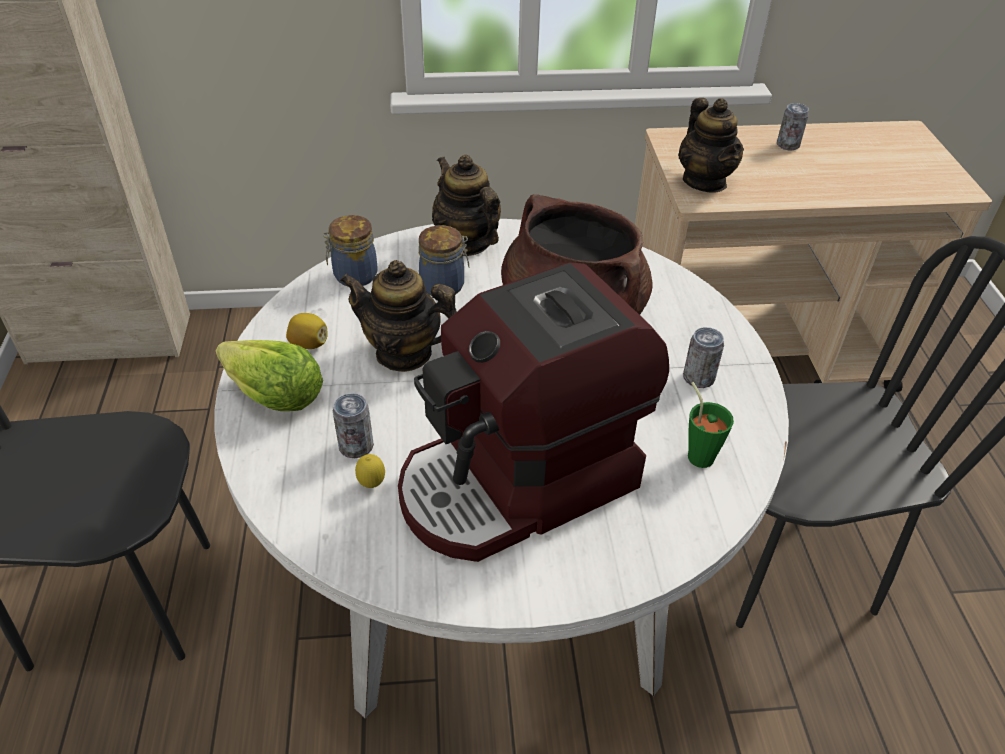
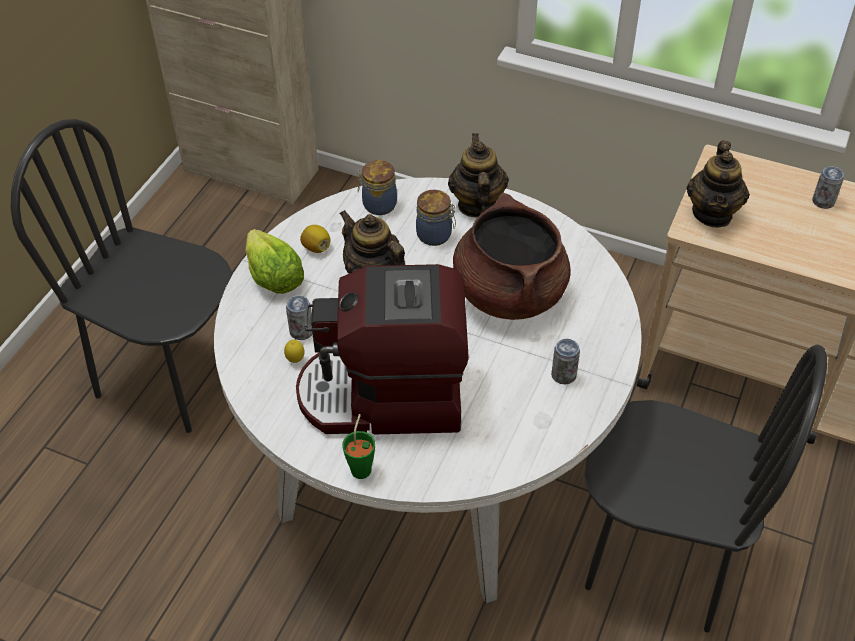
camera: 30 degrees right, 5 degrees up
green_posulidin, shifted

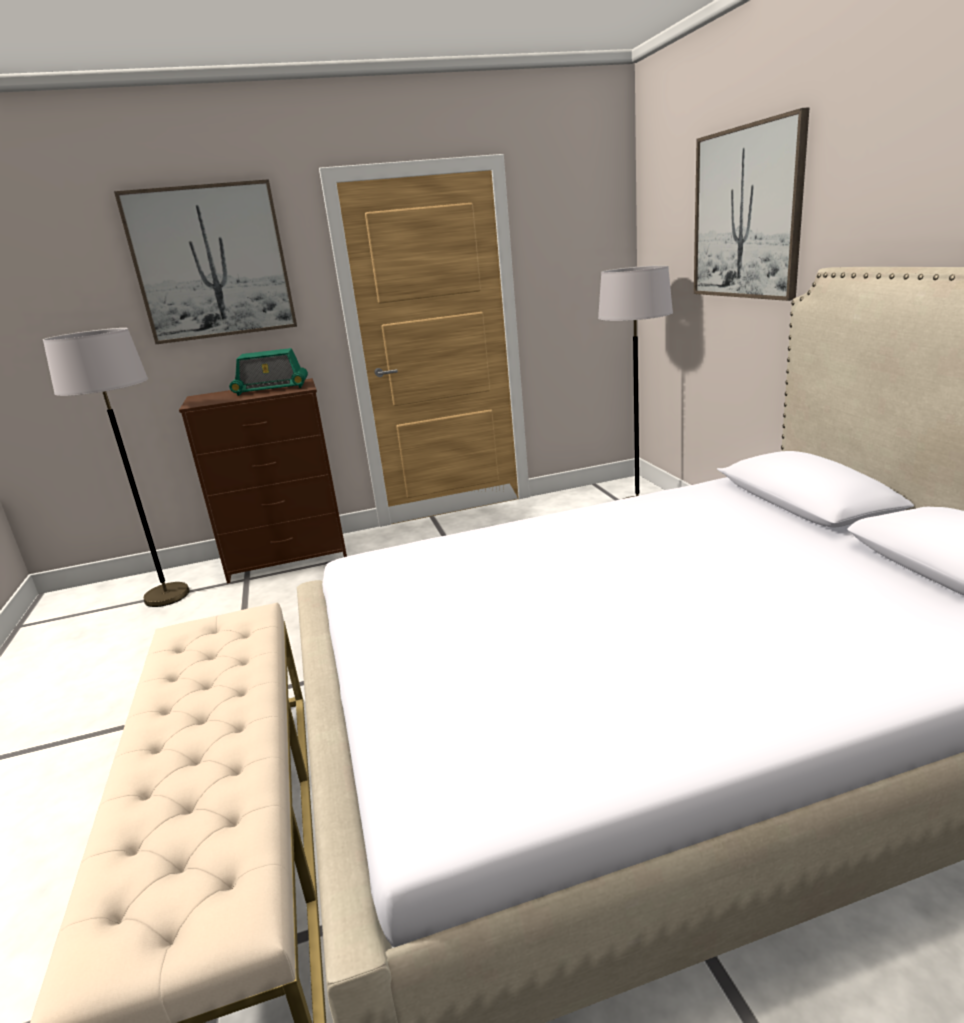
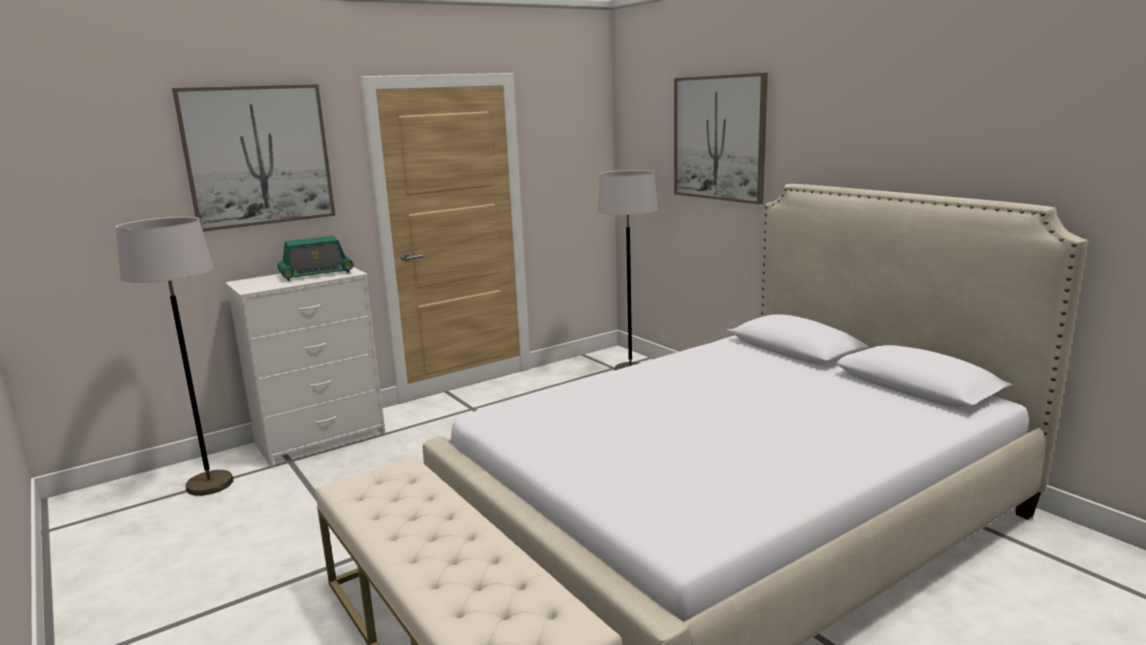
camera: 20 degrees left, 5 degrees down
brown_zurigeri => white_zurigeri

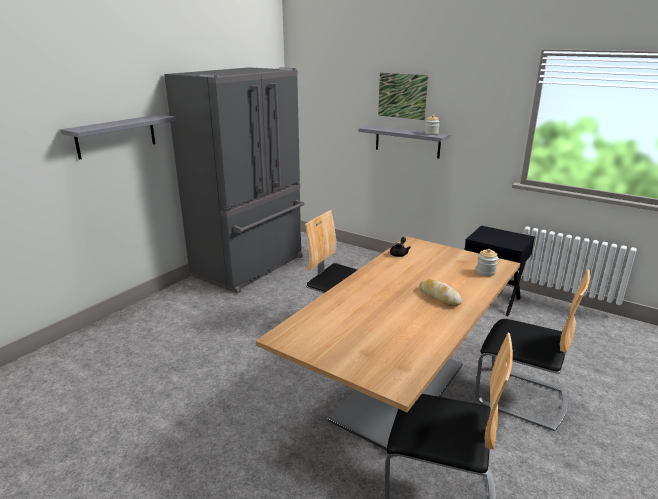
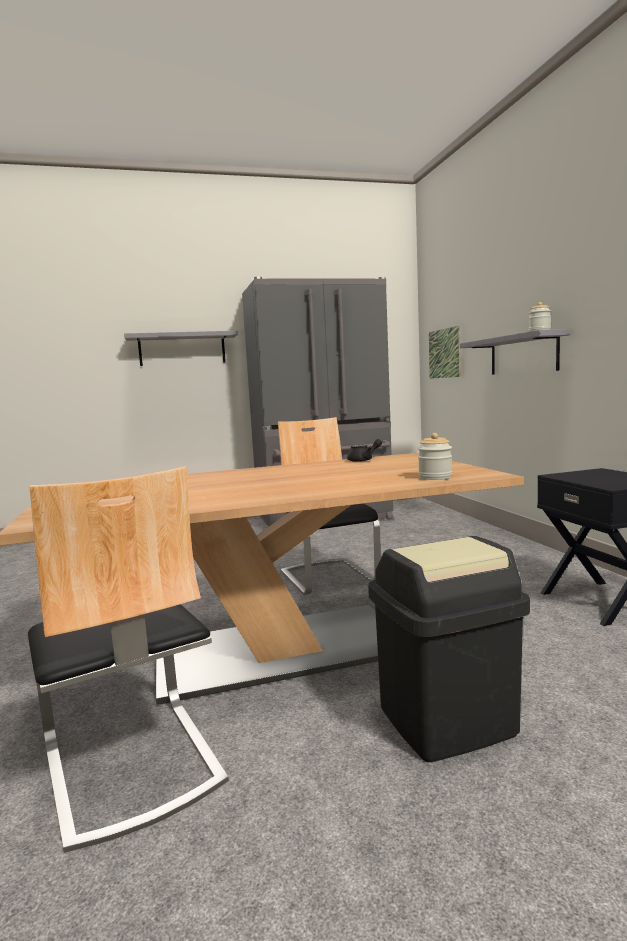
camera: 40 degrees right, 15 degrees down
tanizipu (no. 3 from left) => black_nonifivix
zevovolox, shifted
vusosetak => nothing

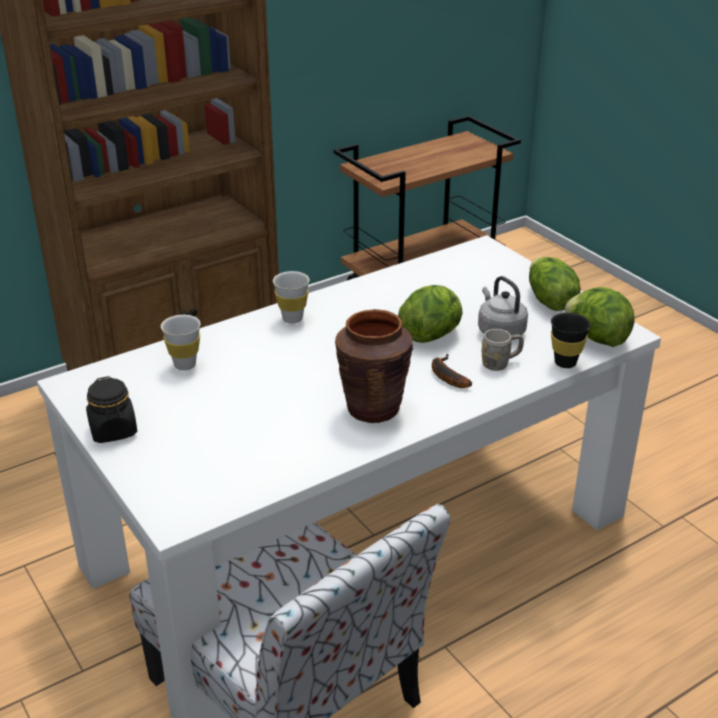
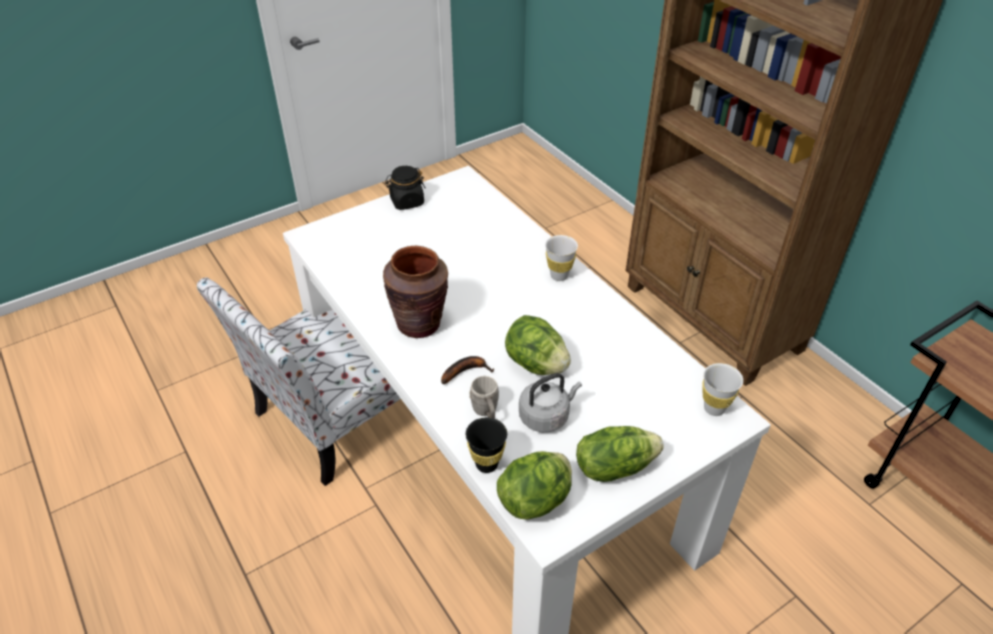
camera: 90 degrees right, 10 degrees up
white_posulidin (no. 1 from left in the first image) => white_posulidin (no. 2 from left), shifted

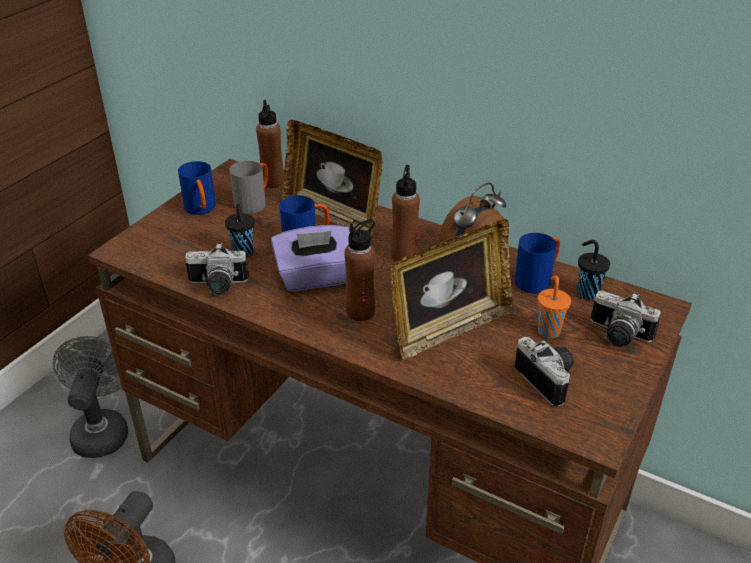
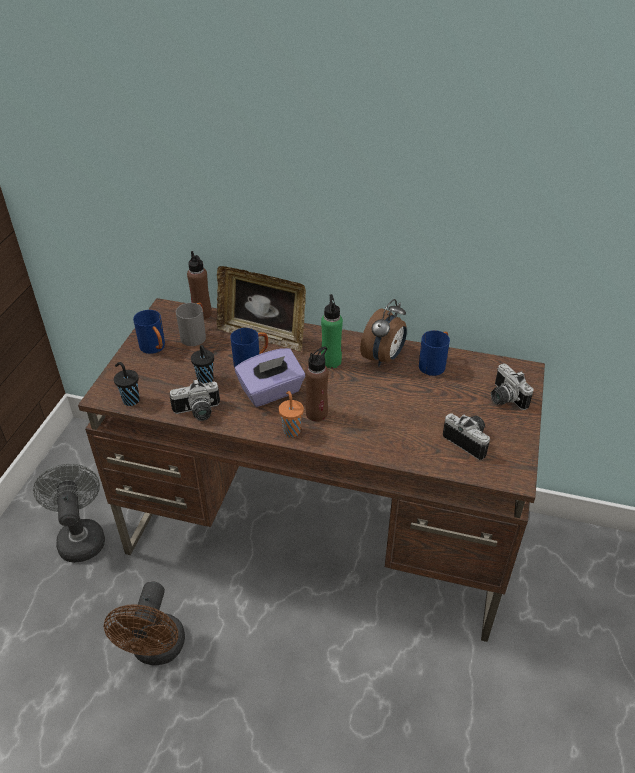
camera: 15 degrees left, 5 degrees up
black_posulidin (no. 2 from left in the first image) => black_posulidin (no. 1 from left), shifted
orange_posulidin, shifted
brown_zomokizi (no. 3 from left) => green_zomokizi
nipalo (no. 3 from left), 45 degrees clockwise
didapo (no. 2 from left) => nothing

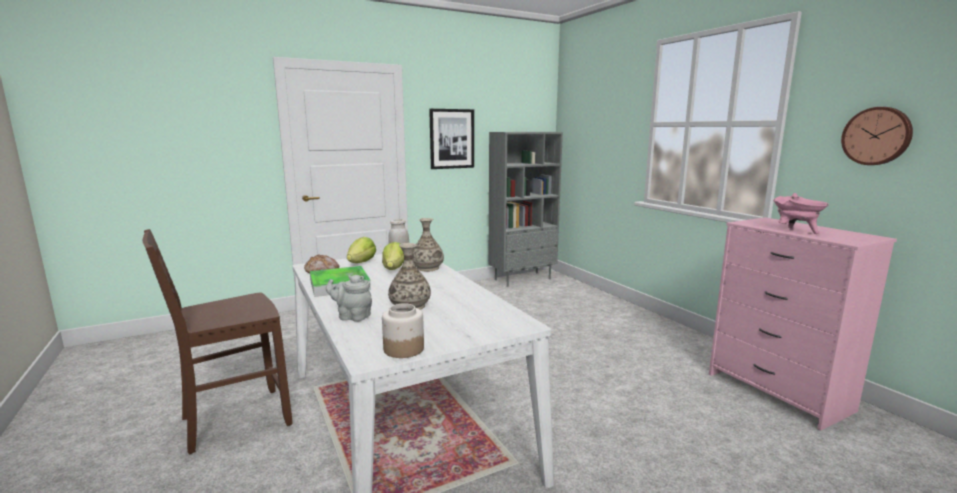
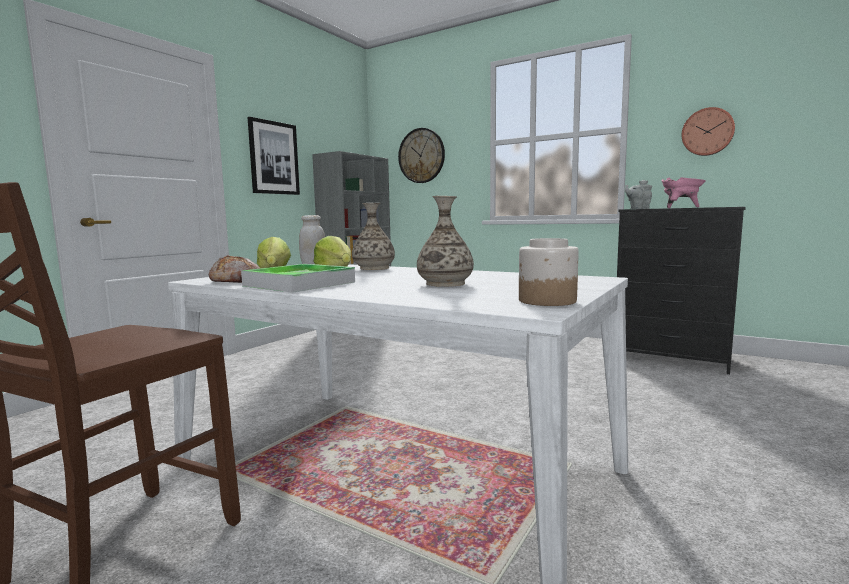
camera: 30 degrees left, 5 degrees down
nothing => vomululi (no. 1 from left)
pink_zurigeri => black_zurigeri
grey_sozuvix, shifted

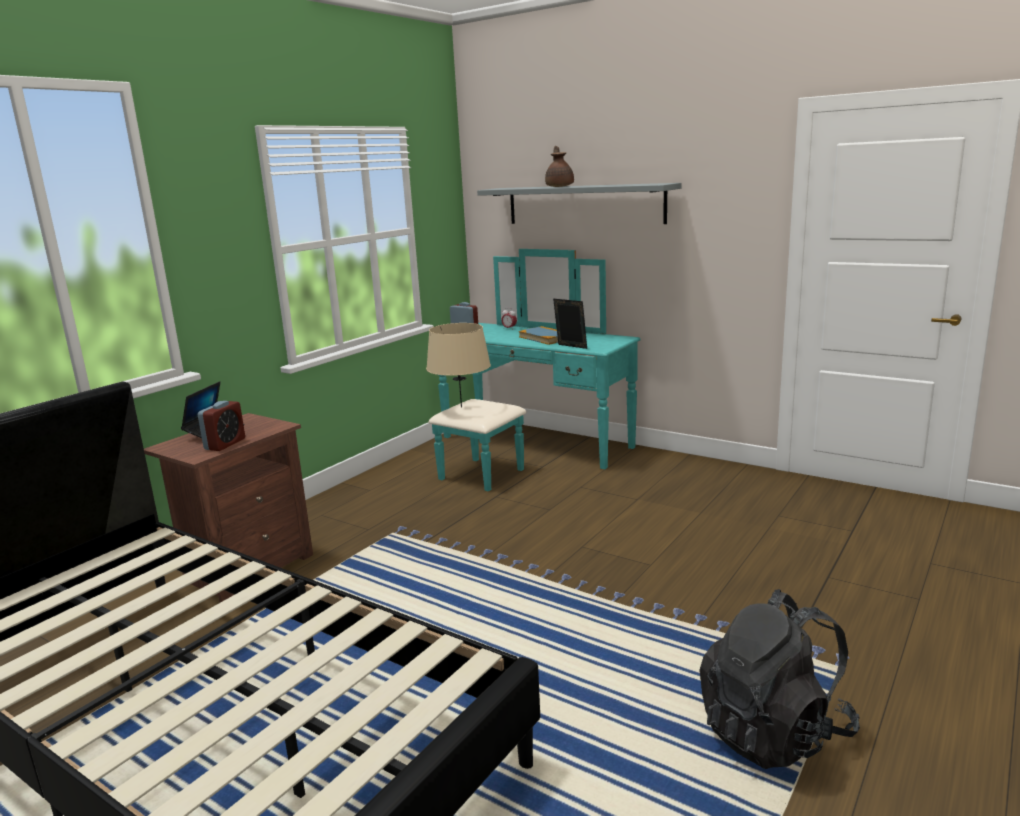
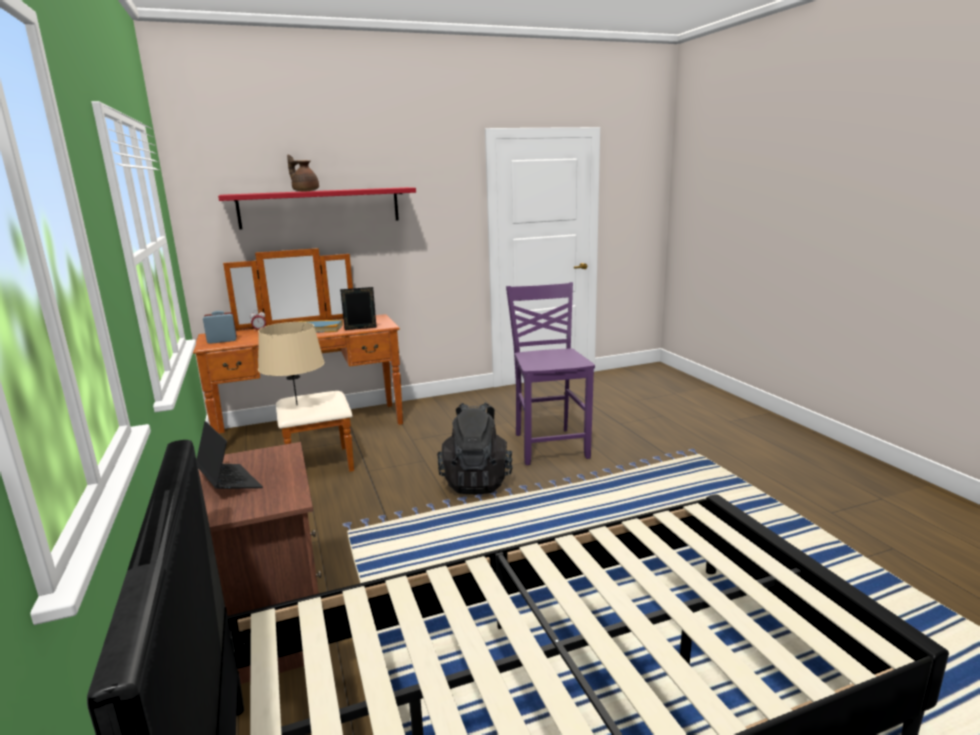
camera: 55 degrees left, 0 degrees up
turquoise_zurigeri => brown_zurigeri
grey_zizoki => red_zizoki
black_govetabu, shifted
nothing => purple_tanizipu
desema (no. 1 from left) => nothing

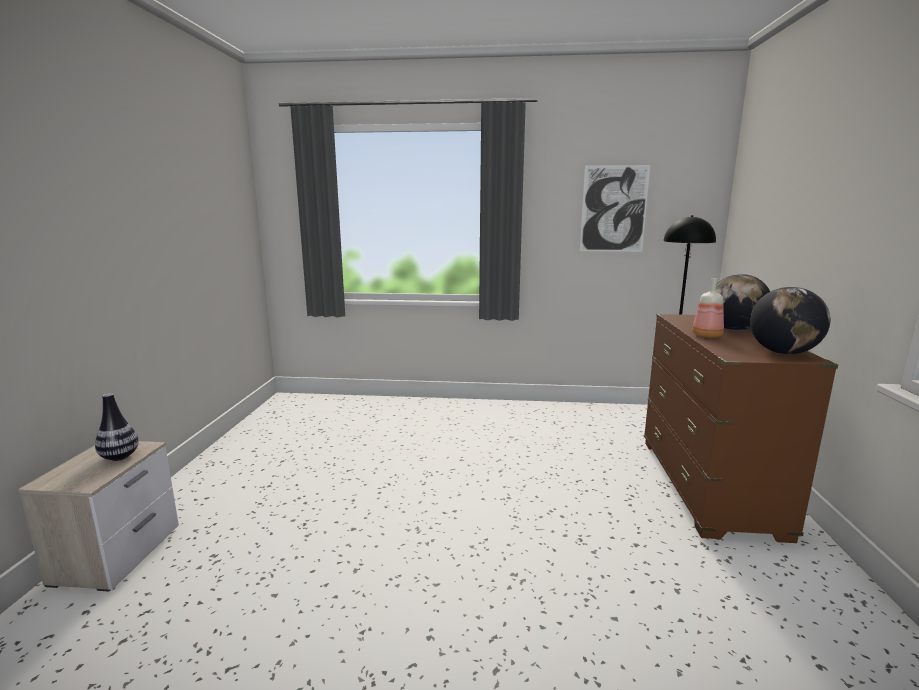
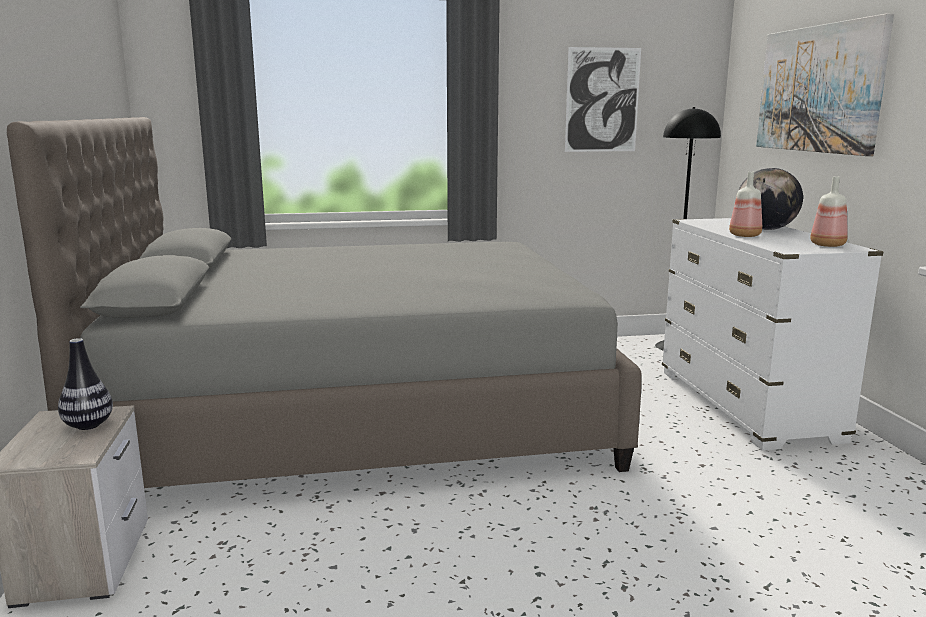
camera: 15 degrees left, 0 degrees up
nothing => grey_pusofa
brown_zurigeri => white_zurigeri
nothing => zevovolox (no. 2 from left)
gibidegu (no. 2 from left) => zomokizi (no. 2 from left)

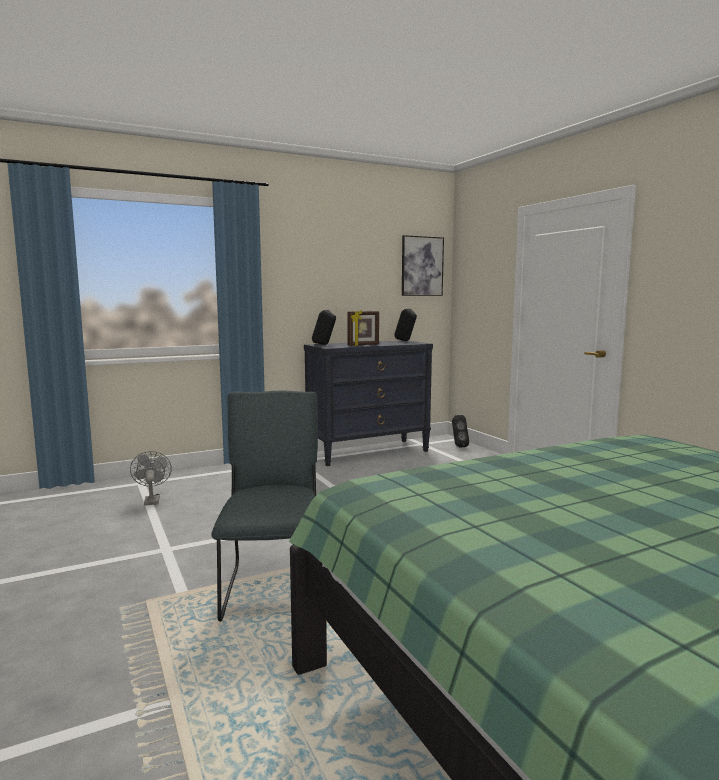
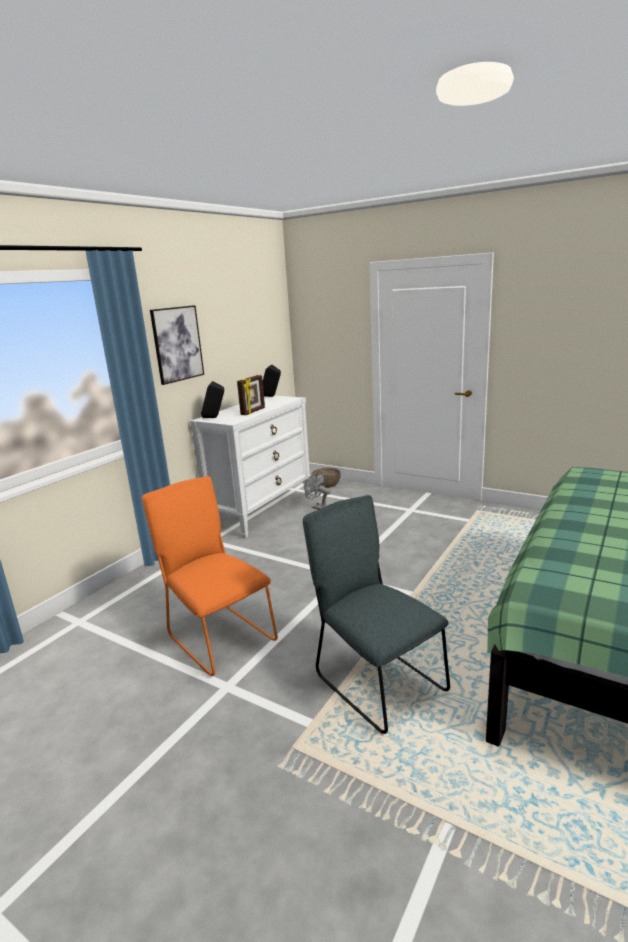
camera: 30 degrees left, 10 degrees up
nothing => orange_tanizipu
zevovolox, shifted
black_zurigeri => white_zurigeri
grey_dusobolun, shifted
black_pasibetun (no. 3 from left) => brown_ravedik

